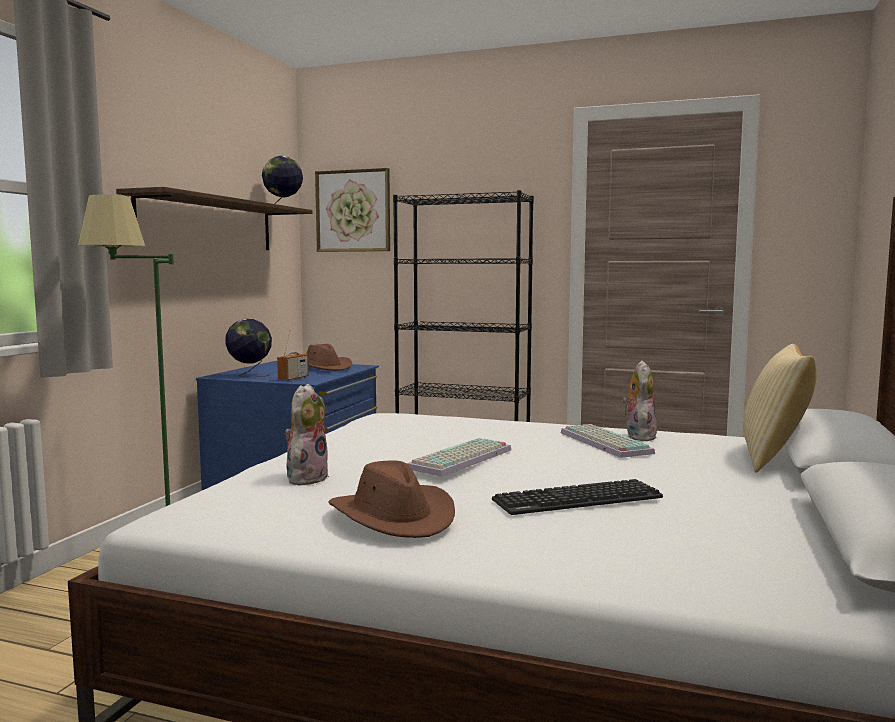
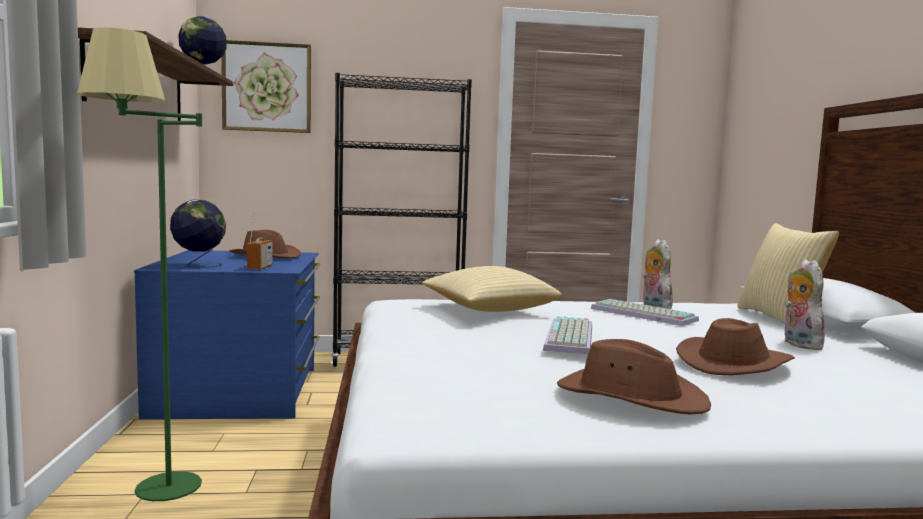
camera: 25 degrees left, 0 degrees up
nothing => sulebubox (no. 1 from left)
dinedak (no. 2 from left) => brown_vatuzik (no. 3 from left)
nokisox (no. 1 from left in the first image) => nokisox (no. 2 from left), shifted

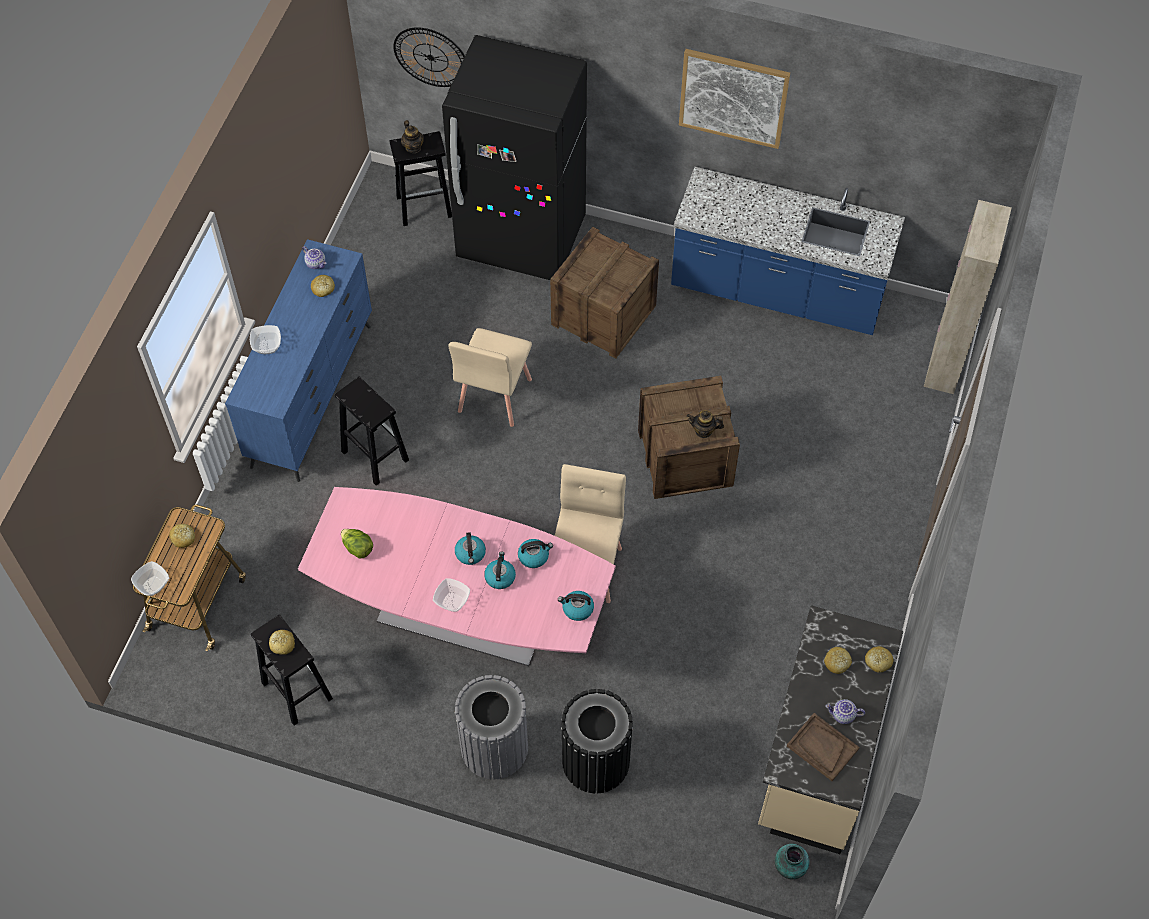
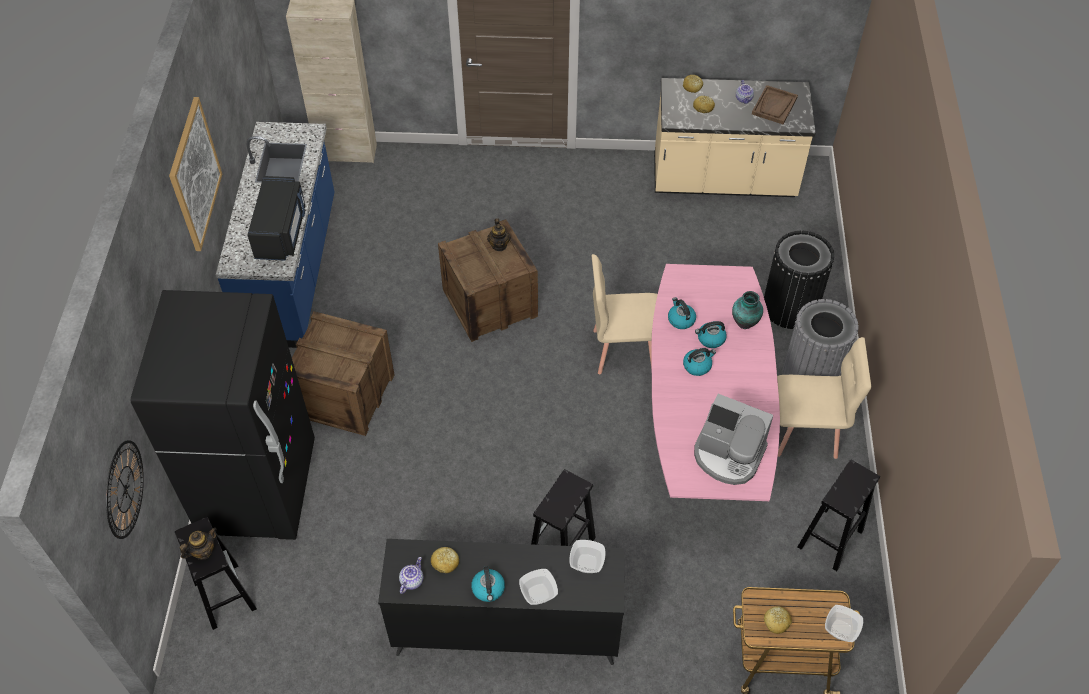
camera: 105 degrees left, 5 degrees down
nothing => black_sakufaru
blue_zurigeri => black_zurigeri
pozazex (no. 4 from left in the first image) => pozazex (no. 1 from left), shifted
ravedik (no. 3 from left in the first image) => ravedik (no. 2 from left), shifted
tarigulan => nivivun
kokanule, shifted
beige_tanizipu (no. 1 from left in the first image) => beige_tanizipu (no. 2 from left), shifted
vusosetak (no. 2 from left) => nothing

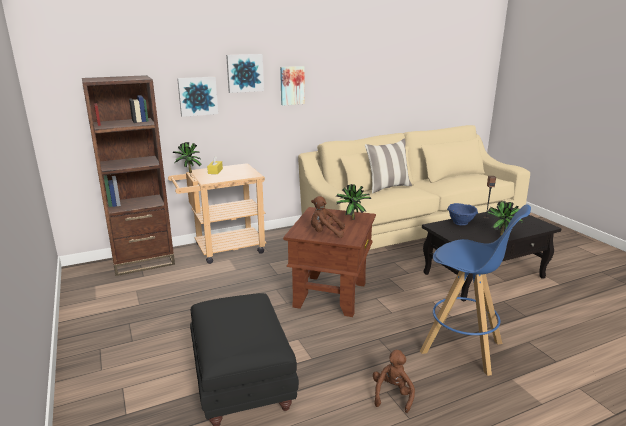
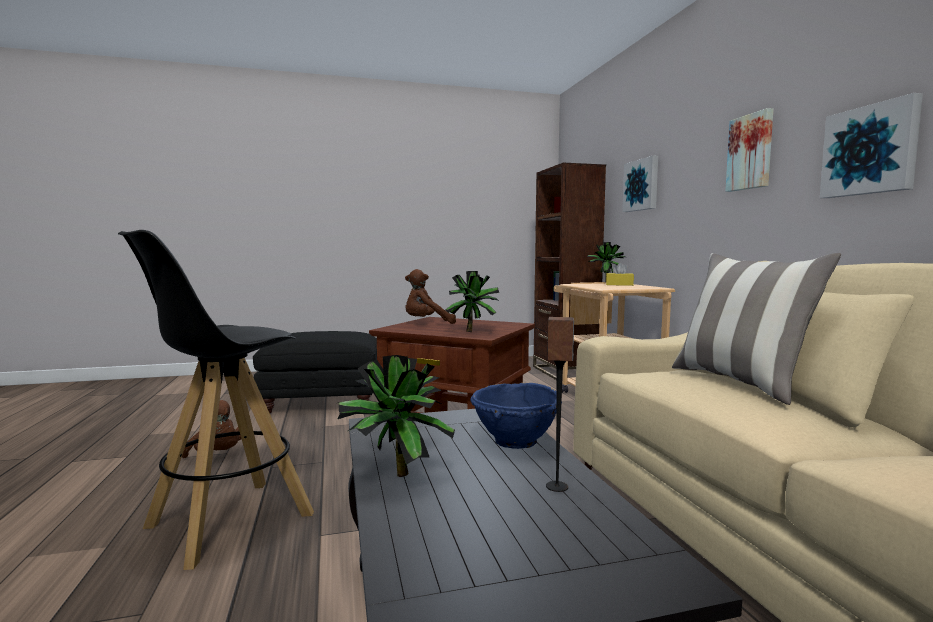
camera: 100 degrees right, 15 degrees down
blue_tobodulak => black_tobodulak
brown_nokisox (no. 1 from left in the first image) => brown_nokisox (no. 2 from left), 120 degrees counterclockwise
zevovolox (no. 2 from left in the first image) => zevovolox (no. 3 from left), shifted

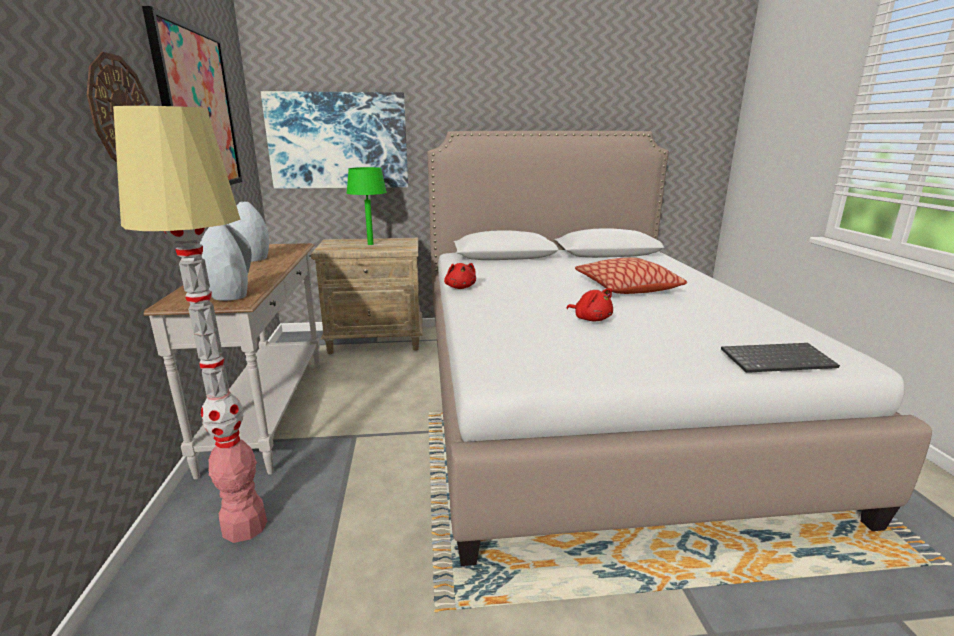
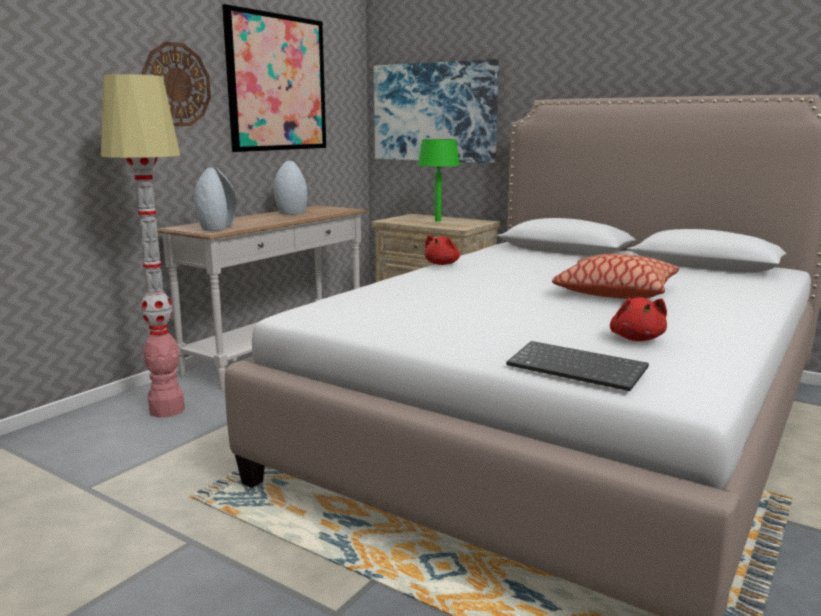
camera: 40 degrees right, 5 degrees down
red_nokisox (no. 2 from left), shifted

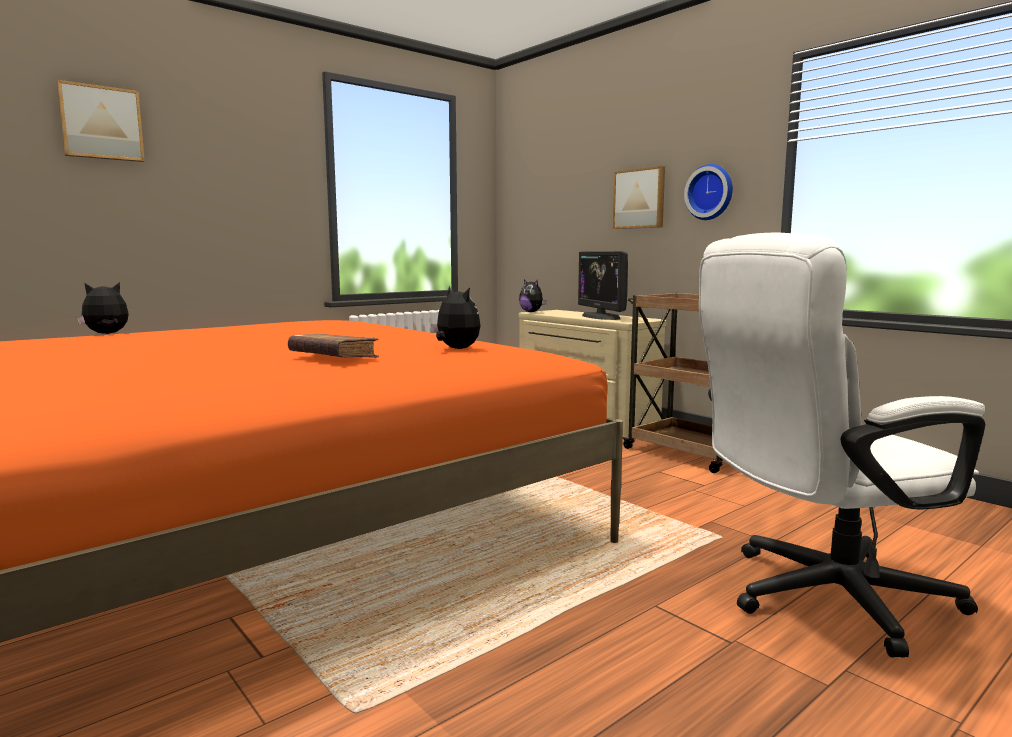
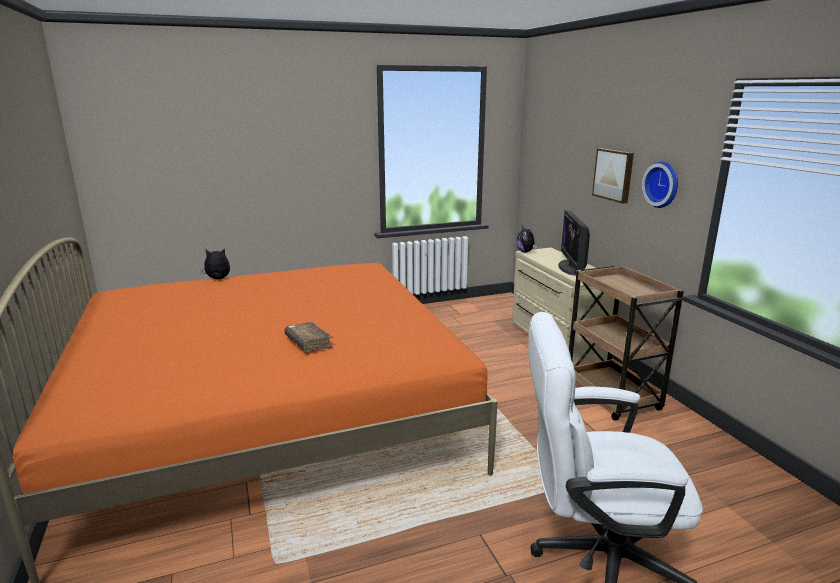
camera: 20 degrees right, 10 degrees up
zevovolox (no. 1 from left) => nothing
nokisox (no. 2 from left) => nothing

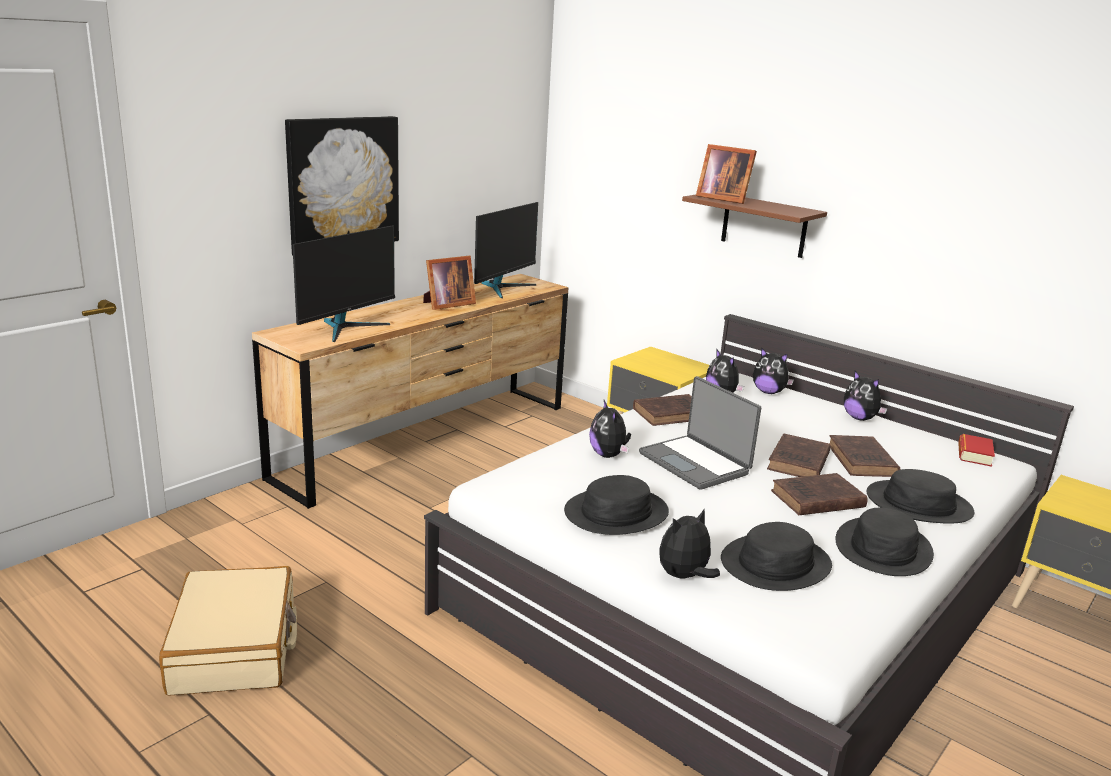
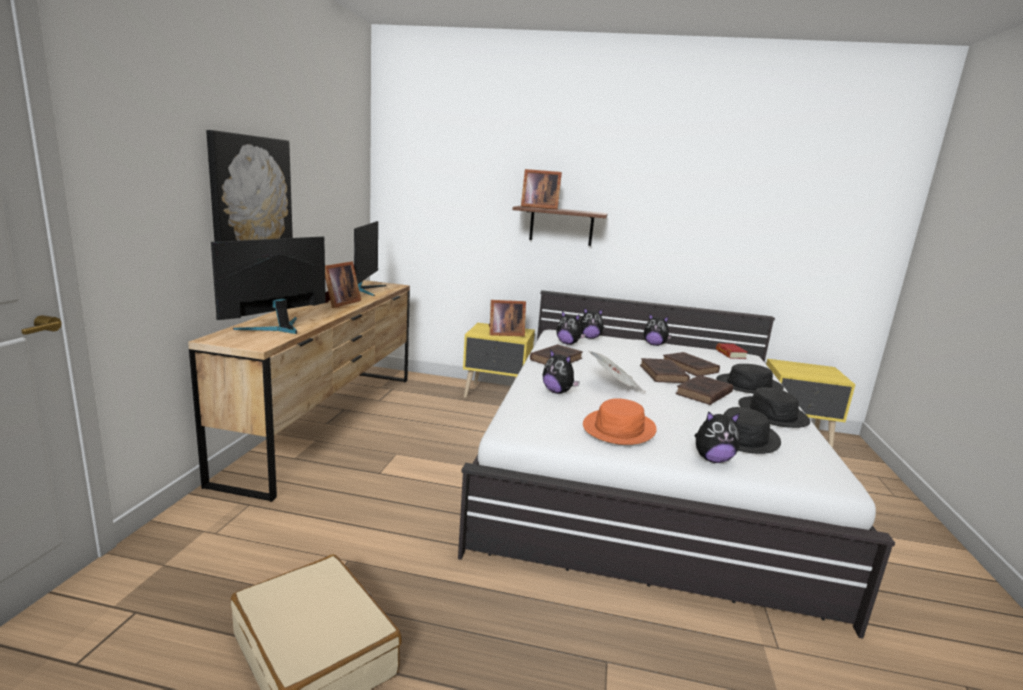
camera: 30 degrees left, 5 degrees down
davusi (no. 1 from left), 150 degrees counterclockwise
nothing => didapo (no. 2 from left)
black_vatuzik (no. 1 from left) => orange_vatuzik
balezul => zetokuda
nokisox (no. 2 from left in the first image) => nokisox (no. 5 from left), 120 degrees counterclockwise

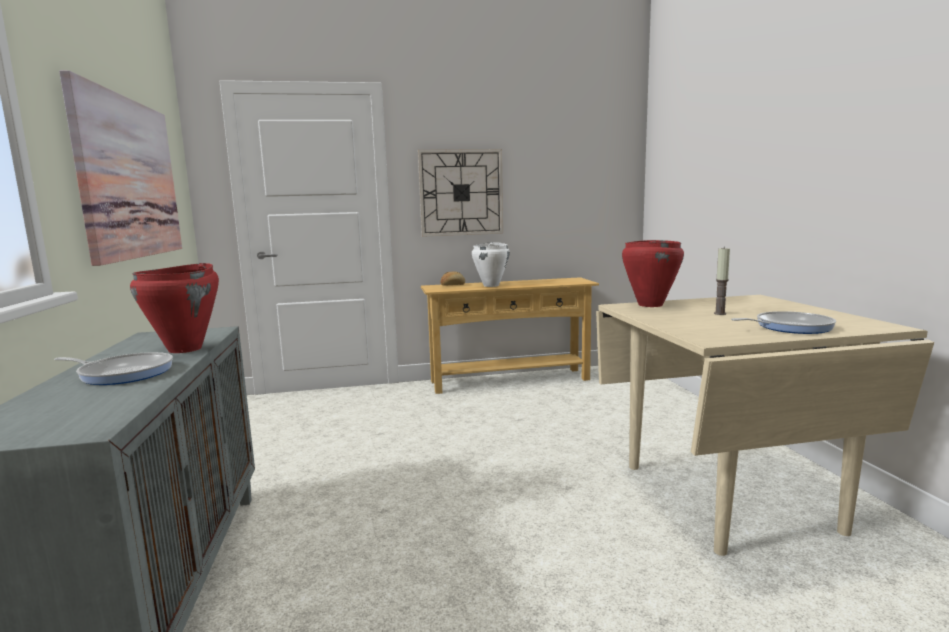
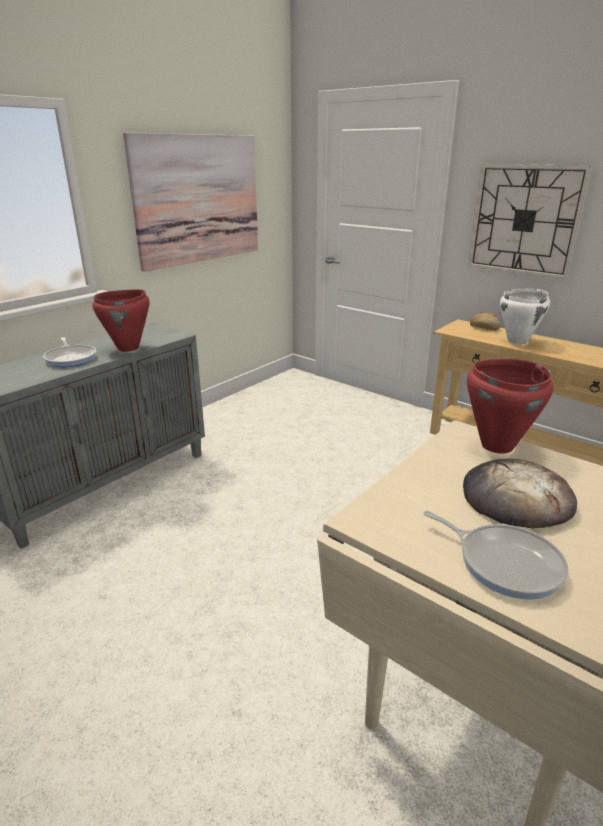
camera: 50 degrees right, 15 degrees up
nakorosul => vusosetak (no. 2 from left)

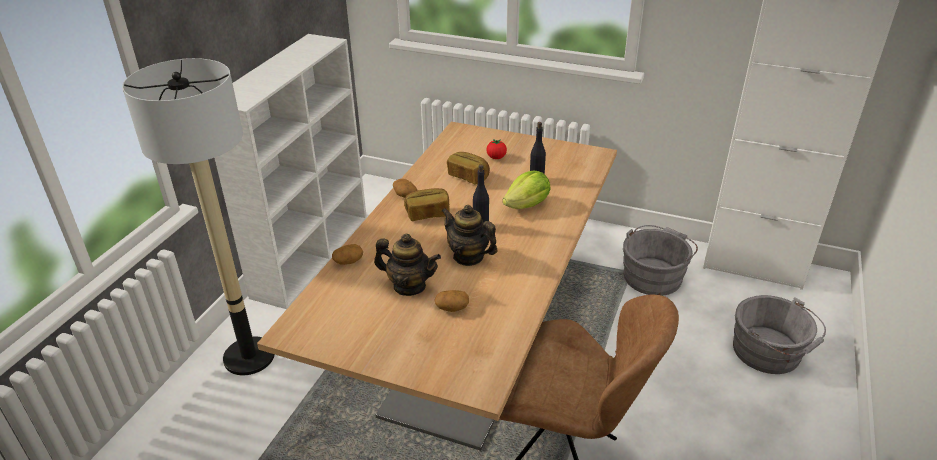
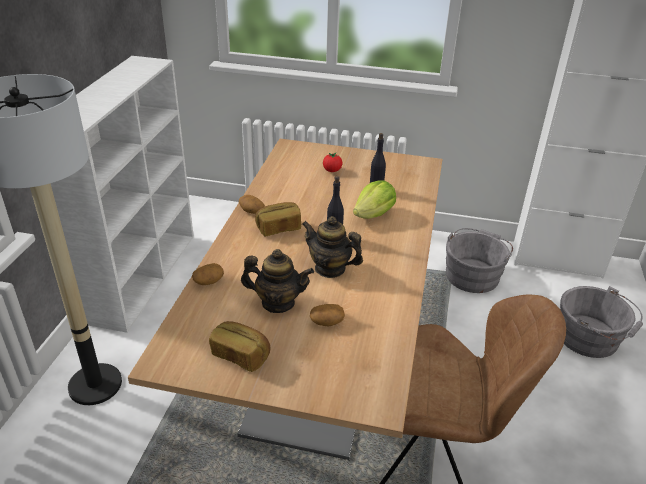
camera: 10 degrees left, 0 degrees up
vusosetak (no. 2 from left in the first image) => vusosetak (no. 1 from left), shifted

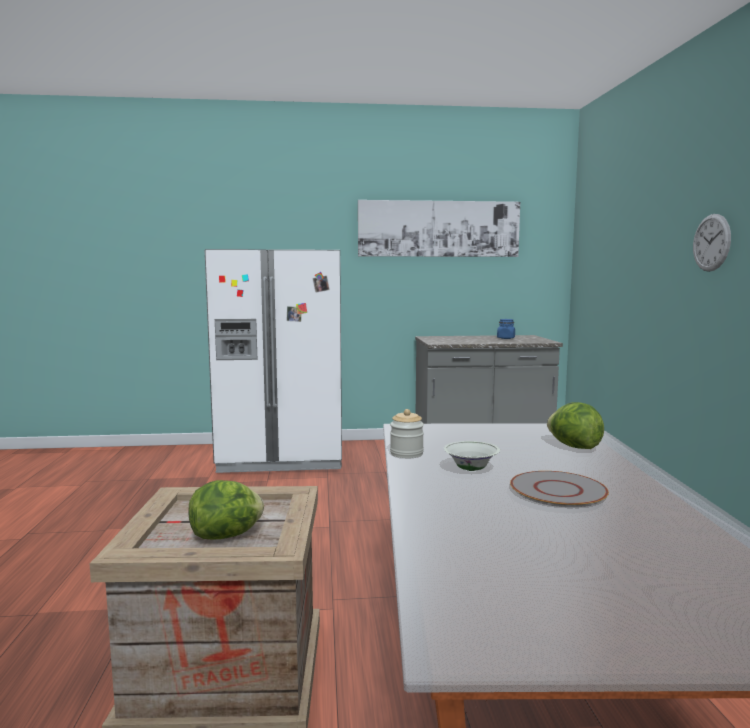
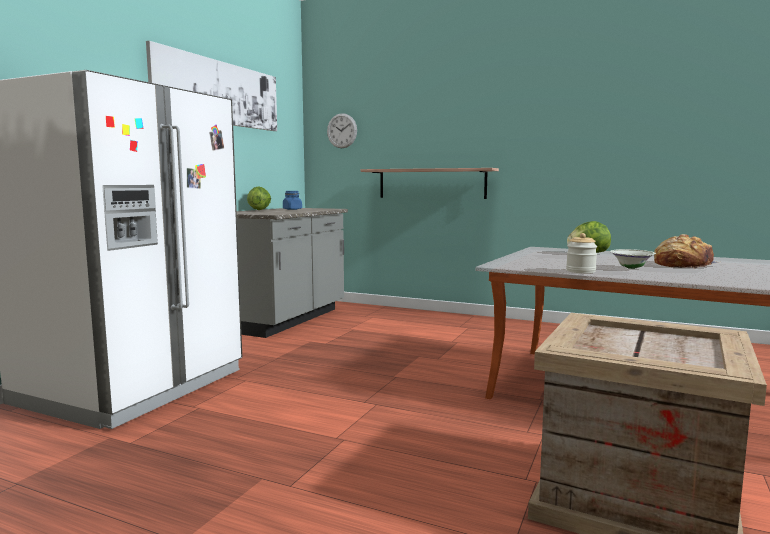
camera: 60 degrees left, 0 degrees up
tarigulan (no. 1 from left), shifted
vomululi, shifted
nothing => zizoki
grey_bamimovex => vusosetak

